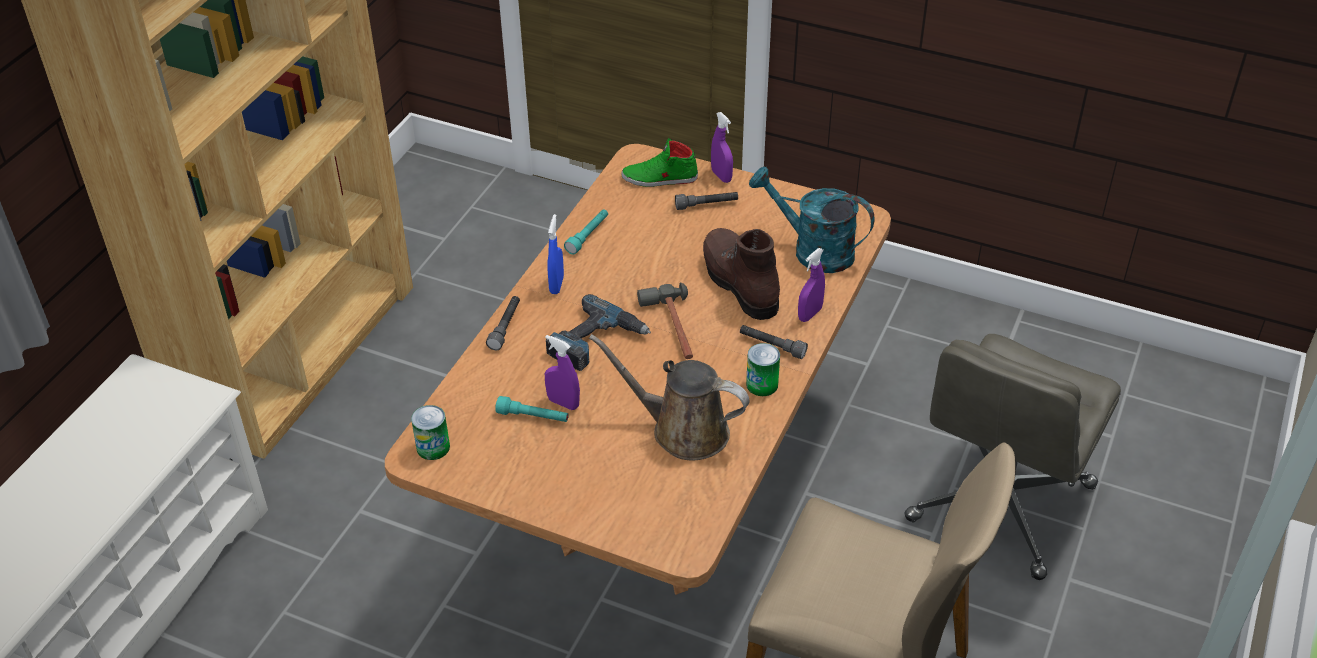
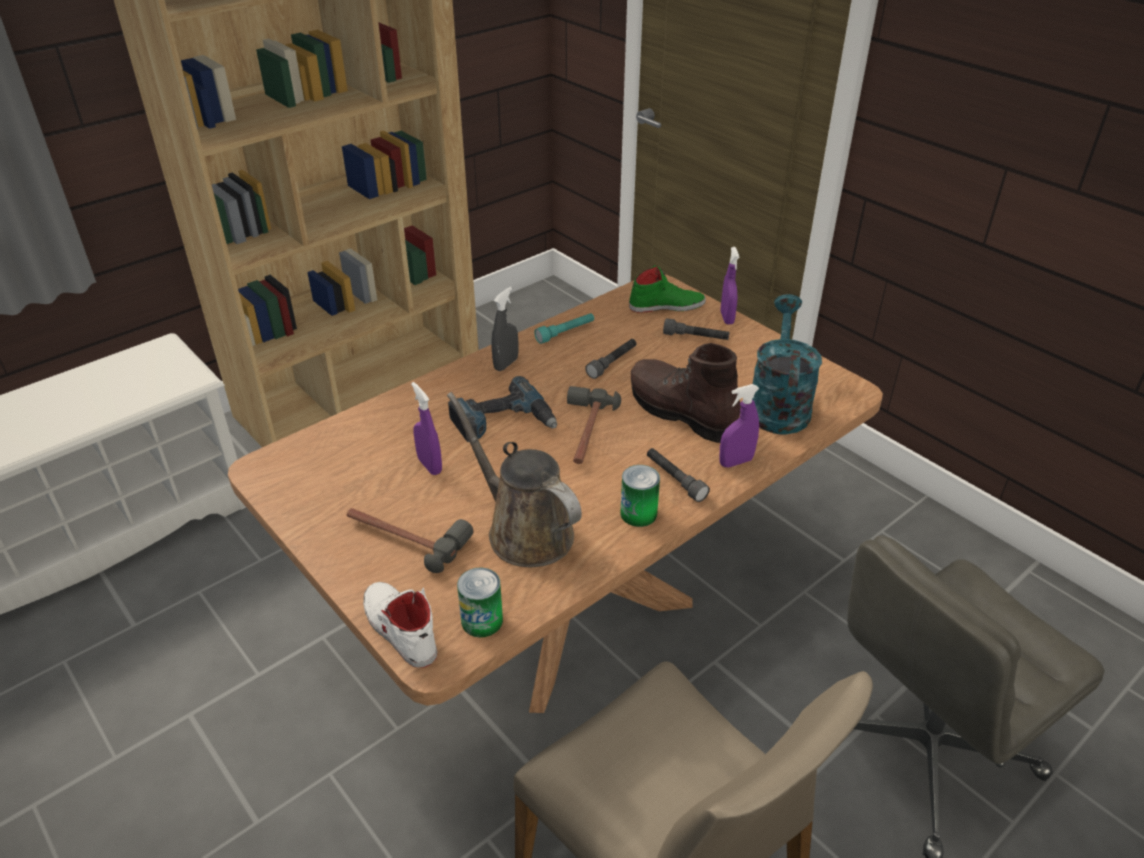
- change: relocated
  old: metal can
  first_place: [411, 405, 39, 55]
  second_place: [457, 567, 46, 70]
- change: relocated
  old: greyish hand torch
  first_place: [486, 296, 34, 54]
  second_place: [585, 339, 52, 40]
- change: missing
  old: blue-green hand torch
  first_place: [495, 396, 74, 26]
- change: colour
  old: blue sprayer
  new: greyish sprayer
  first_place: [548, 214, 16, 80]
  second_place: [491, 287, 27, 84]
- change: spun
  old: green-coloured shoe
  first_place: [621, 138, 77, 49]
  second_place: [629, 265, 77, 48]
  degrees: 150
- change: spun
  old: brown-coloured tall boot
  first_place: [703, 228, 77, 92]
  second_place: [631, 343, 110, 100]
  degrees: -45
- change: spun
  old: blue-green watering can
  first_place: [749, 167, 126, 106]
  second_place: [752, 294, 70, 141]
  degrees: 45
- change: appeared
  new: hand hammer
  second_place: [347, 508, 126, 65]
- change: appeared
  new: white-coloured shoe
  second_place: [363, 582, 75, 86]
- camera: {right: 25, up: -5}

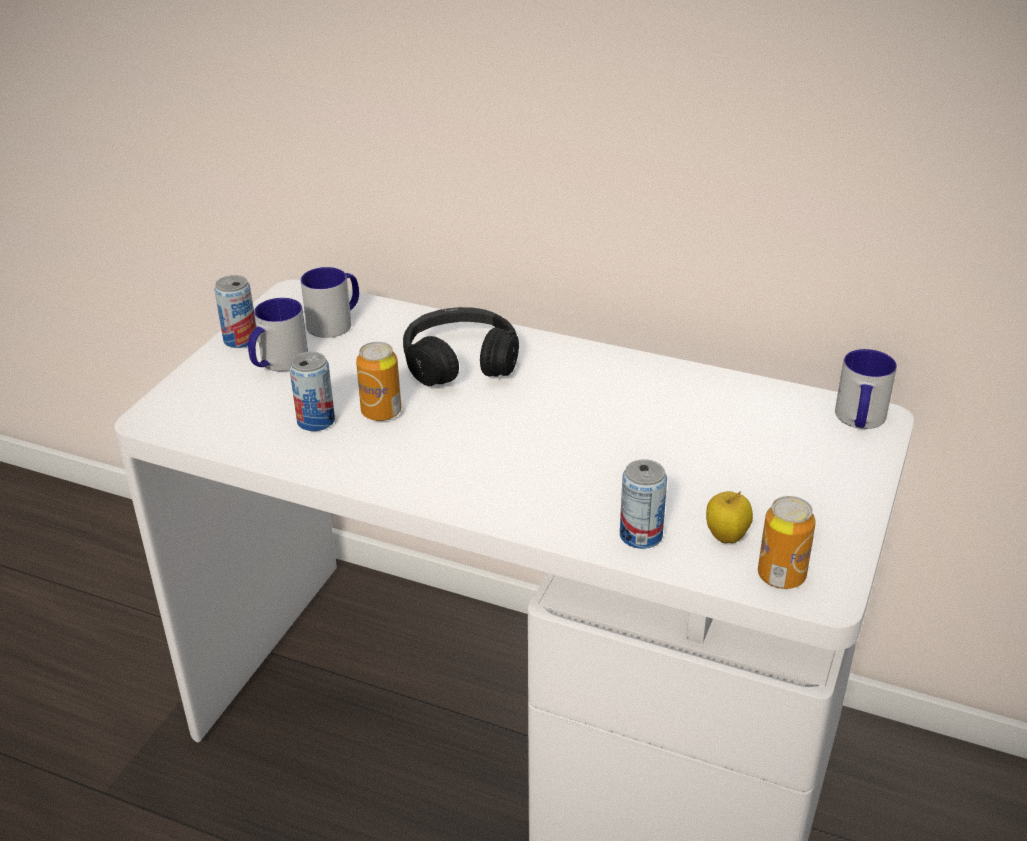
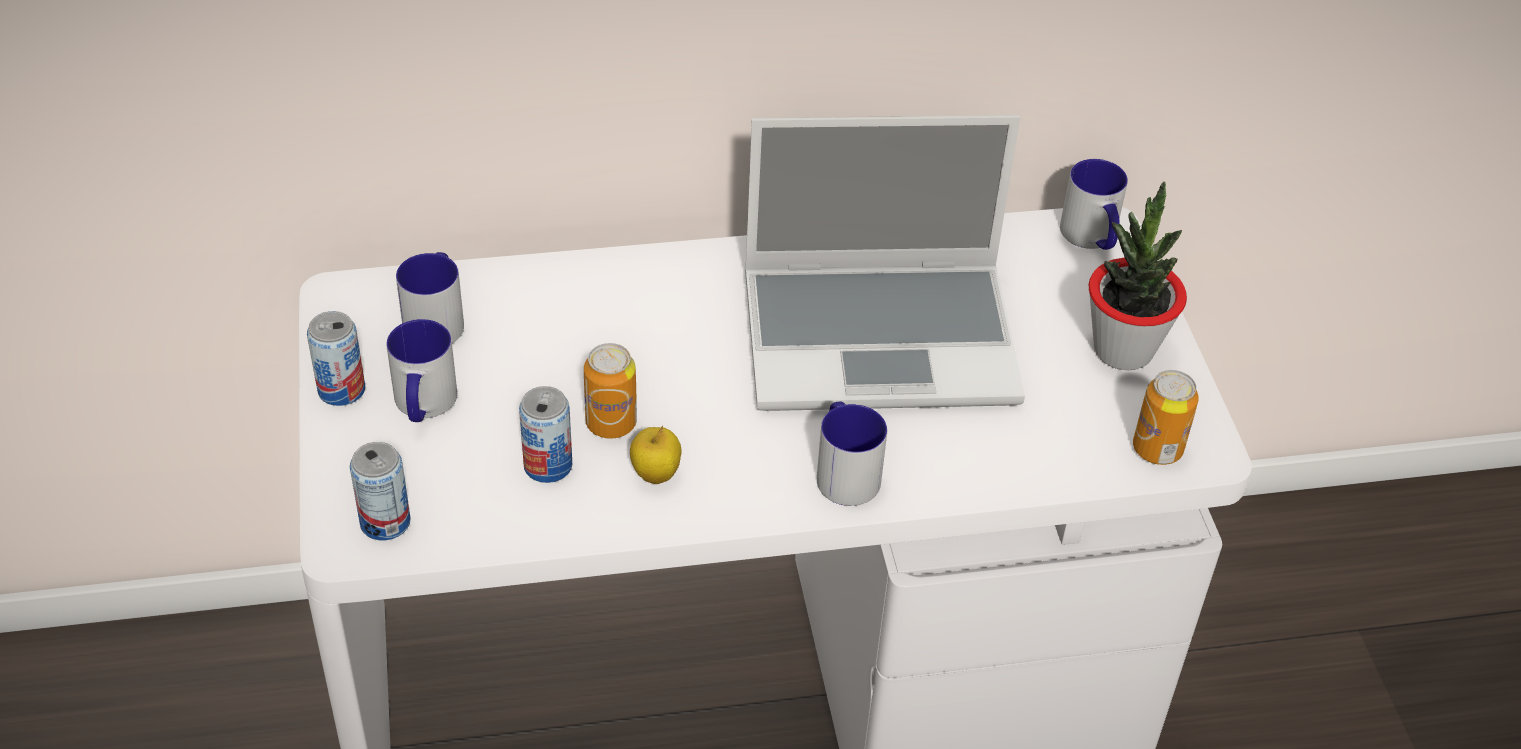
- change: missing
  old: blackish headphones
  first_place: [403, 307, 116, 79]
- change: relocated
  old: metal can
  first_place: [620, 459, 47, 90]
  second_place: [350, 442, 61, 98]
- change: relocated
  old: whole apple
  first_place: [706, 491, 47, 52]
  second_place: [630, 426, 52, 58]
- change: appeared
  new: laptop
  second_place: [745, 115, 280, 296]
- change: appeared
  new: tea mug
  second_place: [817, 402, 70, 104]
- change: appeared
  new: potted plant
  second_place: [1089, 181, 98, 189]
- camera: {right: -35, up: 10}

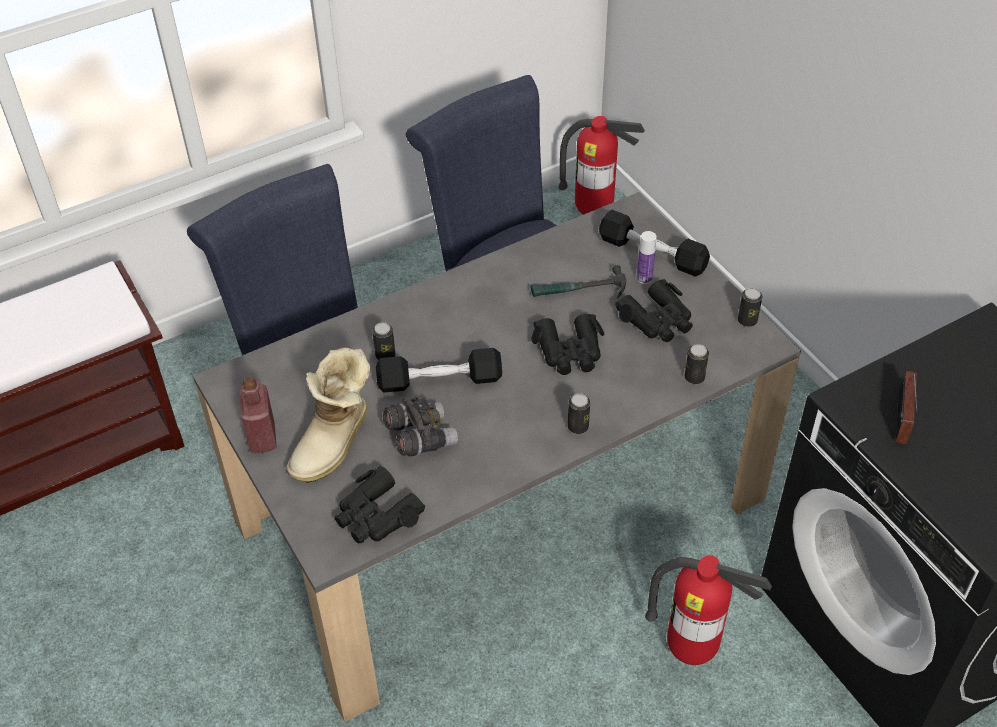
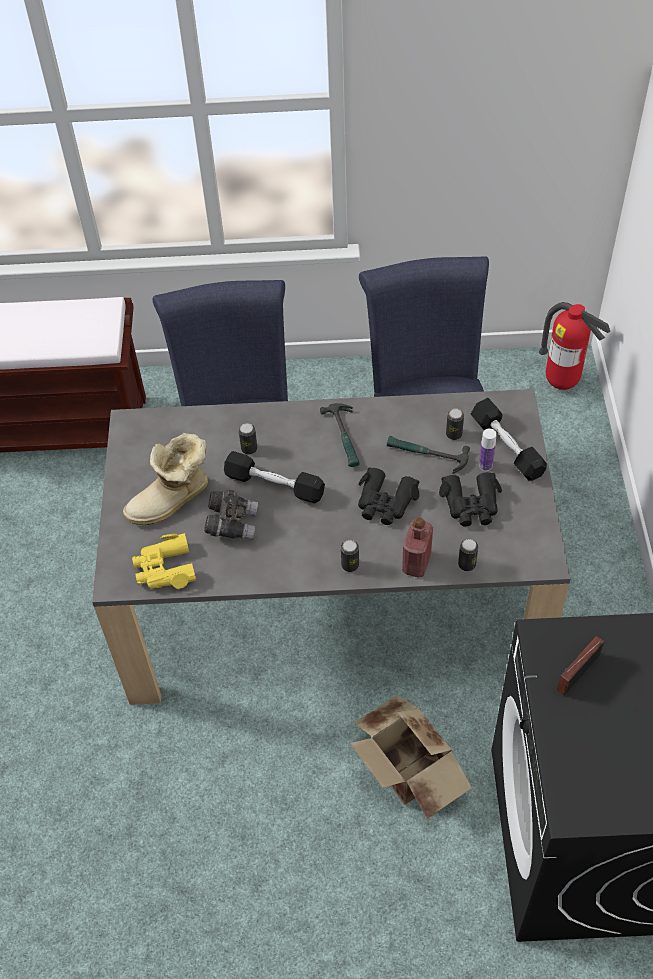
- change: relocated
  old: reddish bottle
  first_place: [239, 376, 38, 77]
  second_place: [402, 517, 31, 60]
- change: colour
  old: blackish pair of binoculars
  new: yellow-coloured pair of binoculars
  first_place: [334, 466, 91, 77]
  second_place: [132, 533, 64, 56]
- change: exchanged
  old: fire extinguisher
  new: carton
  first_place: [645, 555, 127, 110]
  second_place: [350, 695, 122, 124]
- change: relocated
  old: metal can
  first_place: [738, 288, 24, 39]
  second_place: [446, 408, 18, 32]
- change: appeared
  new: hand hammer
  second_place: [320, 403, 40, 64]
- camera: {right: 30, up: 5}

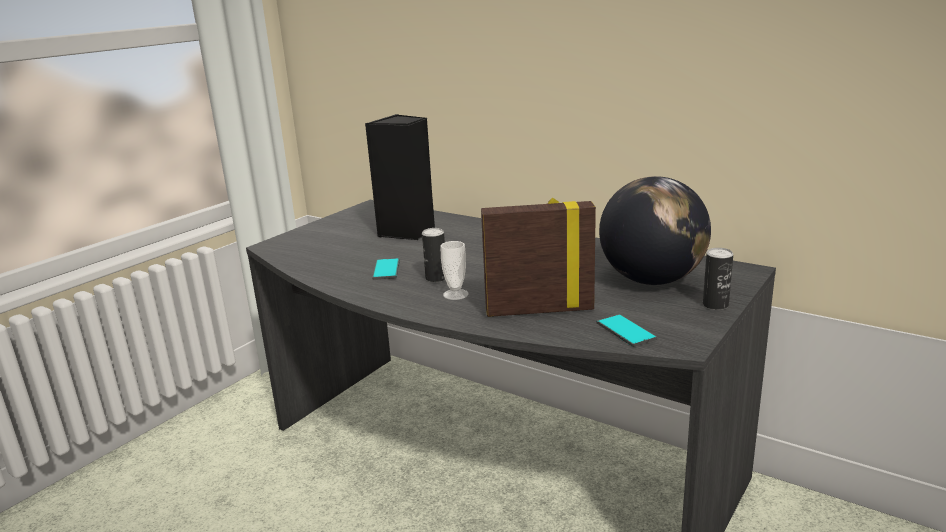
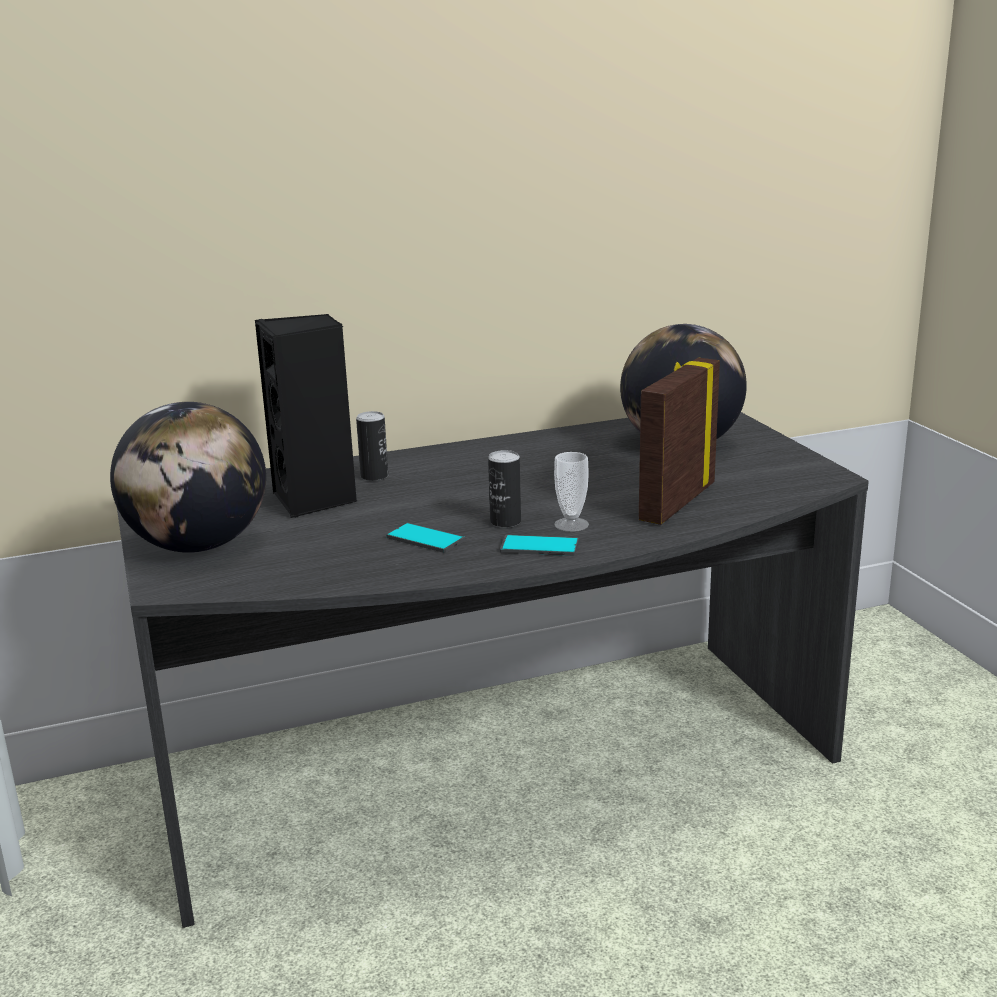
- change: relocated
  old: phone
  first_place: [597, 314, 60, 33]
  second_place: [500, 535, 79, 21]
- change: relocated
  old: metal can
  first_place: [703, 248, 30, 62]
  second_place: [356, 411, 32, 70]
- change: appeared
  new: globe
  second_place: [110, 402, 156, 151]
- camera: {right: -55, up: 0}

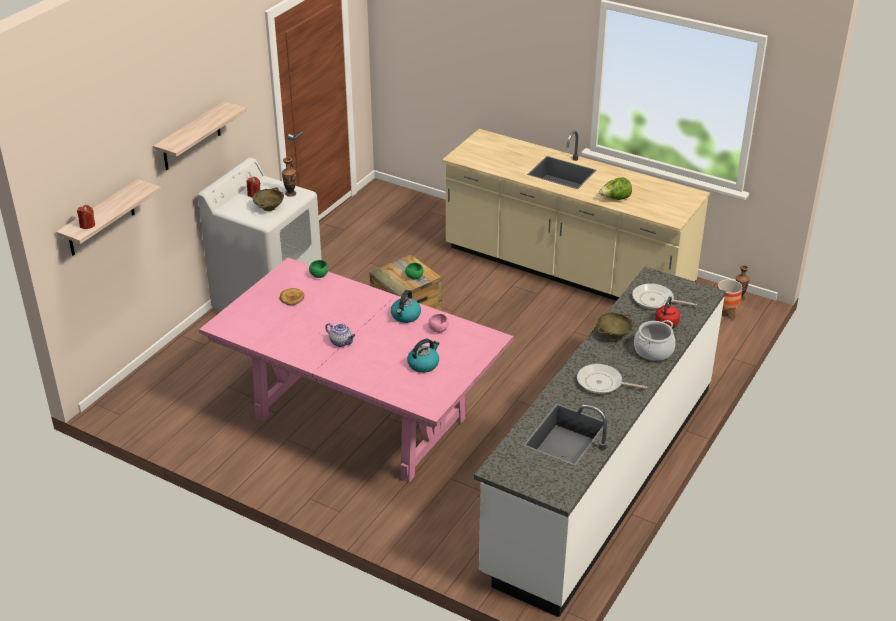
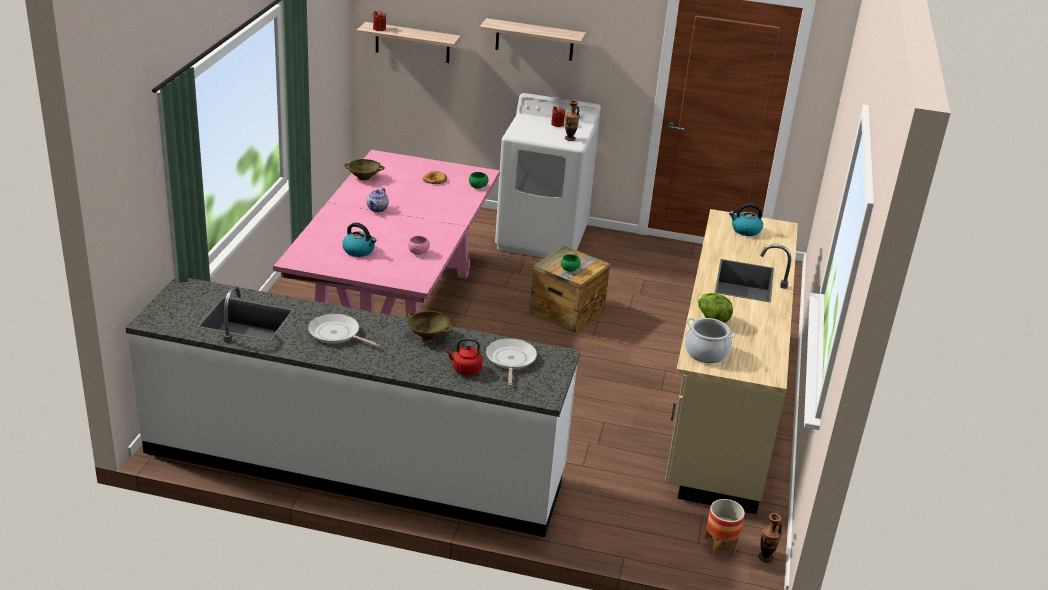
- change: relocated
  old: beige serving bowl
  first_place: [252, 187, 32, 24]
  second_place: [344, 159, 41, 22]
- change: relocated
  old: tea kettle
  first_place: [391, 290, 30, 33]
  second_place: [729, 203, 34, 33]
- change: spun
  old: skillet
  first_place: [577, 364, 71, 30]
  second_place: [308, 313, 71, 33]
  degrees: -60
- change: relocated
  old: cooking pot
  first_place: [634, 320, 41, 41]
  second_place: [685, 318, 51, 45]
- camera: {right: 70, up: -5}

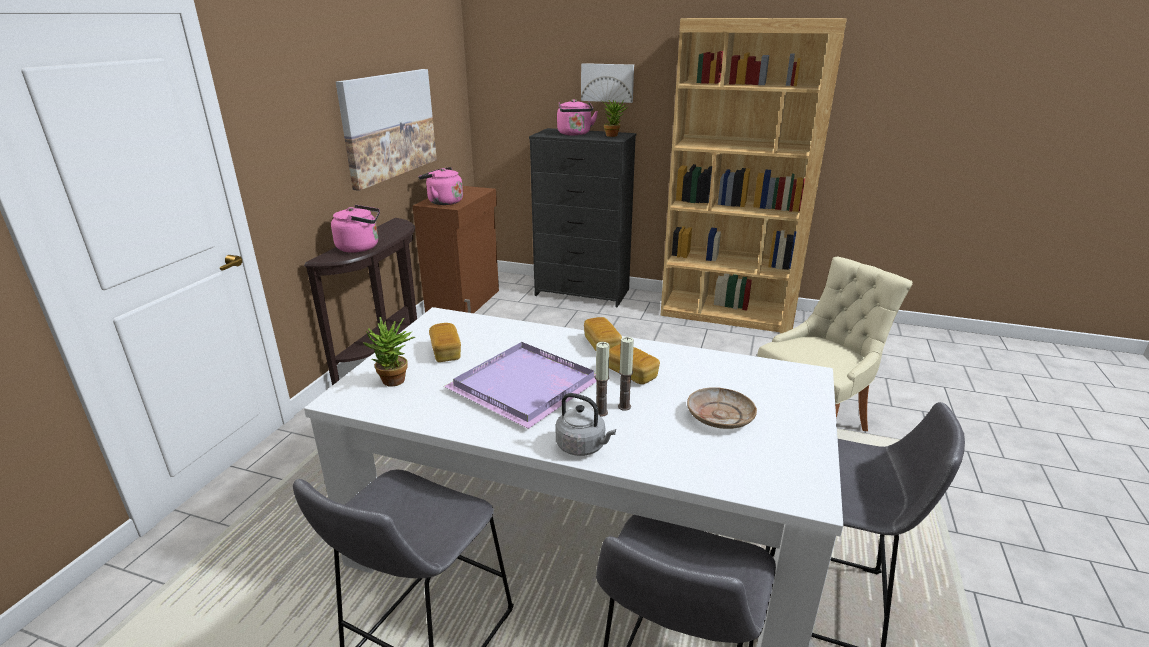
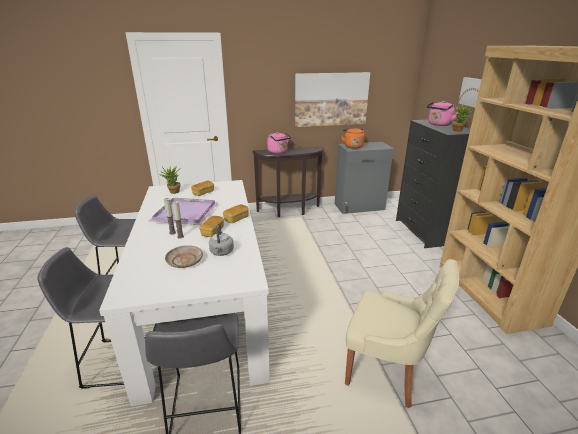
- change: colour
  old: brown-coloured storage cabinet
  new: greyish storage cabinet
  first_place: [413, 186, 86, 127]
  second_place: [335, 142, 59, 72]
- change: colour
  old: pink tea kettle
  new: orange-coloured tea kettle
  first_place: [418, 167, 45, 38]
  second_place: [341, 128, 24, 21]
- change: relocated
  old: greyish tea kettle
  first_place: [556, 393, 60, 63]
  second_place: [209, 224, 25, 32]
- camera: {right: 60, up: 0}

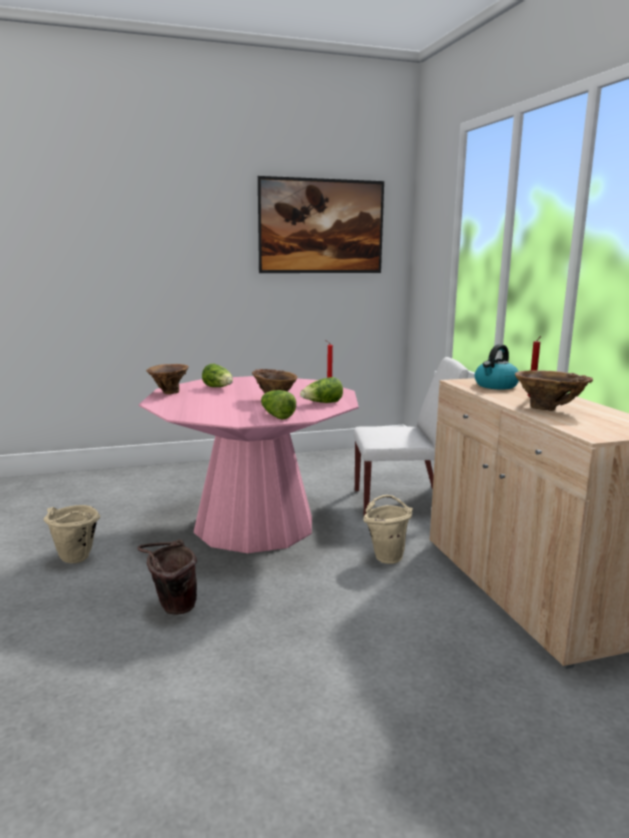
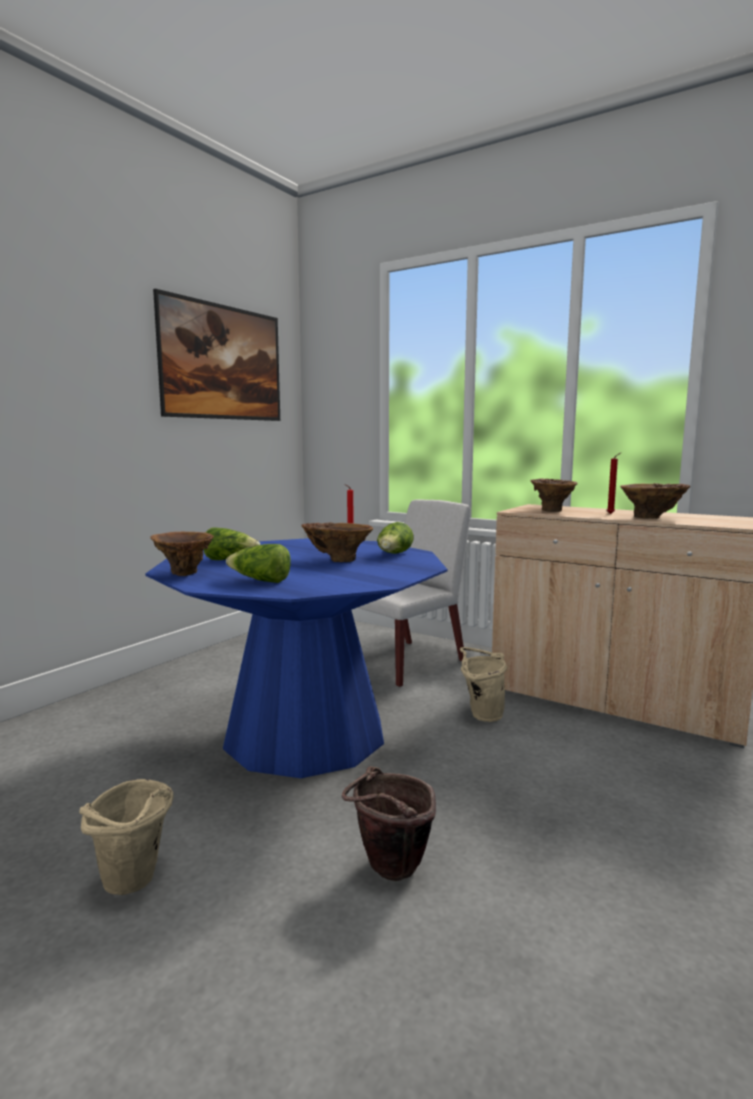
- change: colour
  old: pink dining table
  new: blue dining table
  first_place: [139, 376, 220, 177]
  second_place: [145, 538, 302, 240]
- change: relocated
  old: lettuce
  first_place: [261, 390, 35, 30]
  second_place: [226, 544, 65, 39]
- change: exchanged
  old: tea kettle
  new: brown-coloured decorative vase
  first_place: [475, 344, 44, 46]
  second_place: [530, 479, 47, 33]
- camera: {right: -40, up: -5}

